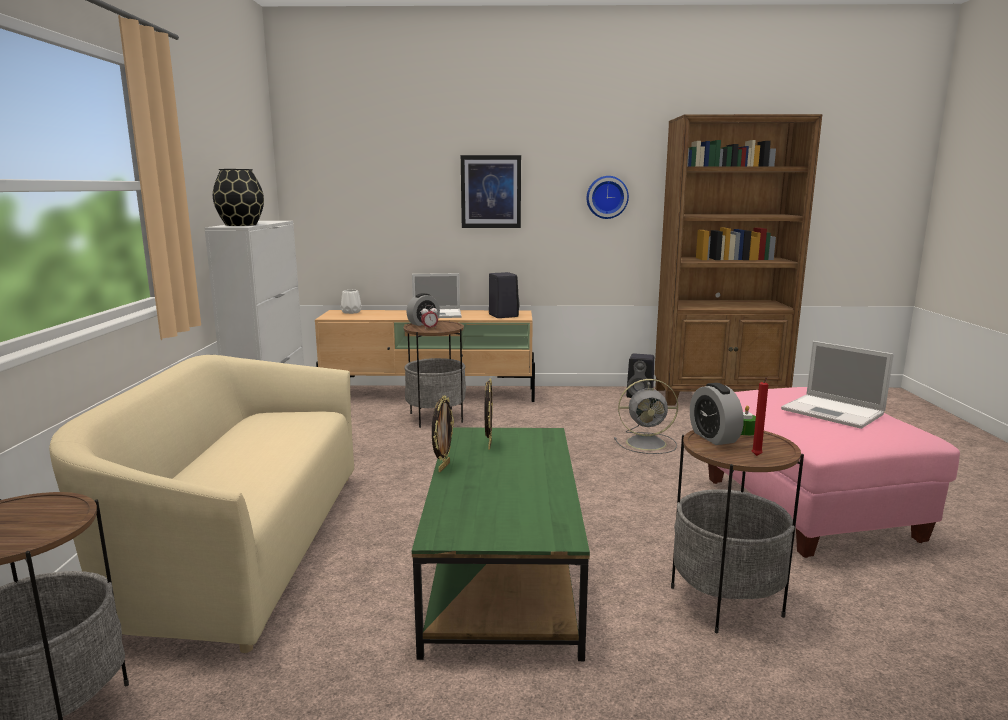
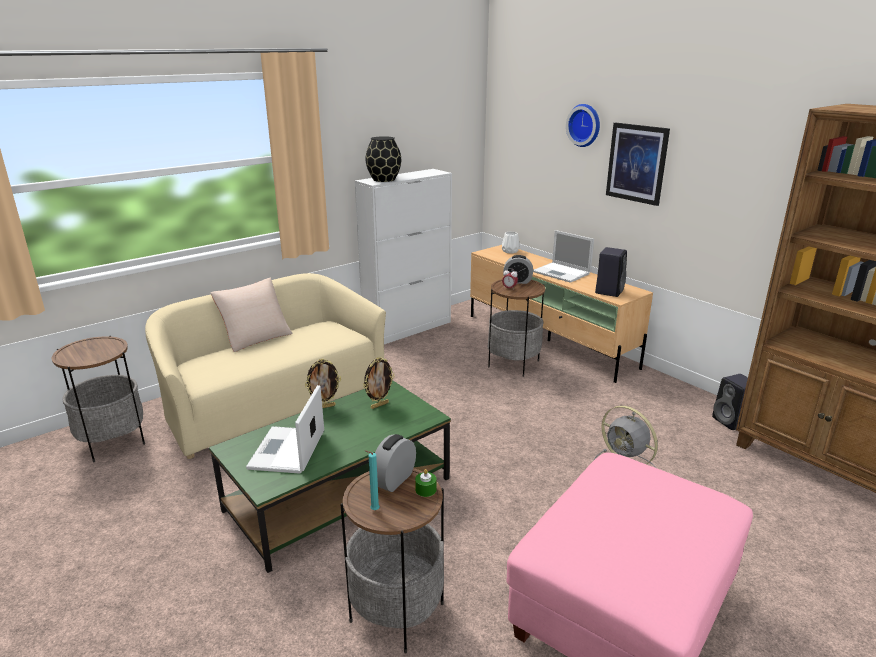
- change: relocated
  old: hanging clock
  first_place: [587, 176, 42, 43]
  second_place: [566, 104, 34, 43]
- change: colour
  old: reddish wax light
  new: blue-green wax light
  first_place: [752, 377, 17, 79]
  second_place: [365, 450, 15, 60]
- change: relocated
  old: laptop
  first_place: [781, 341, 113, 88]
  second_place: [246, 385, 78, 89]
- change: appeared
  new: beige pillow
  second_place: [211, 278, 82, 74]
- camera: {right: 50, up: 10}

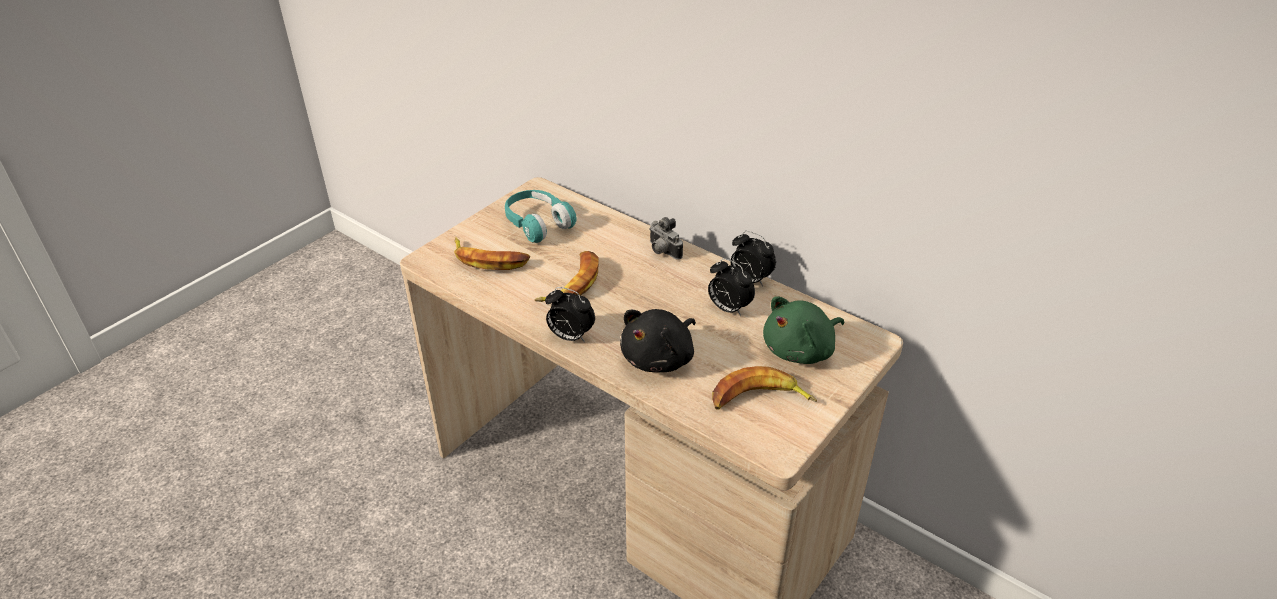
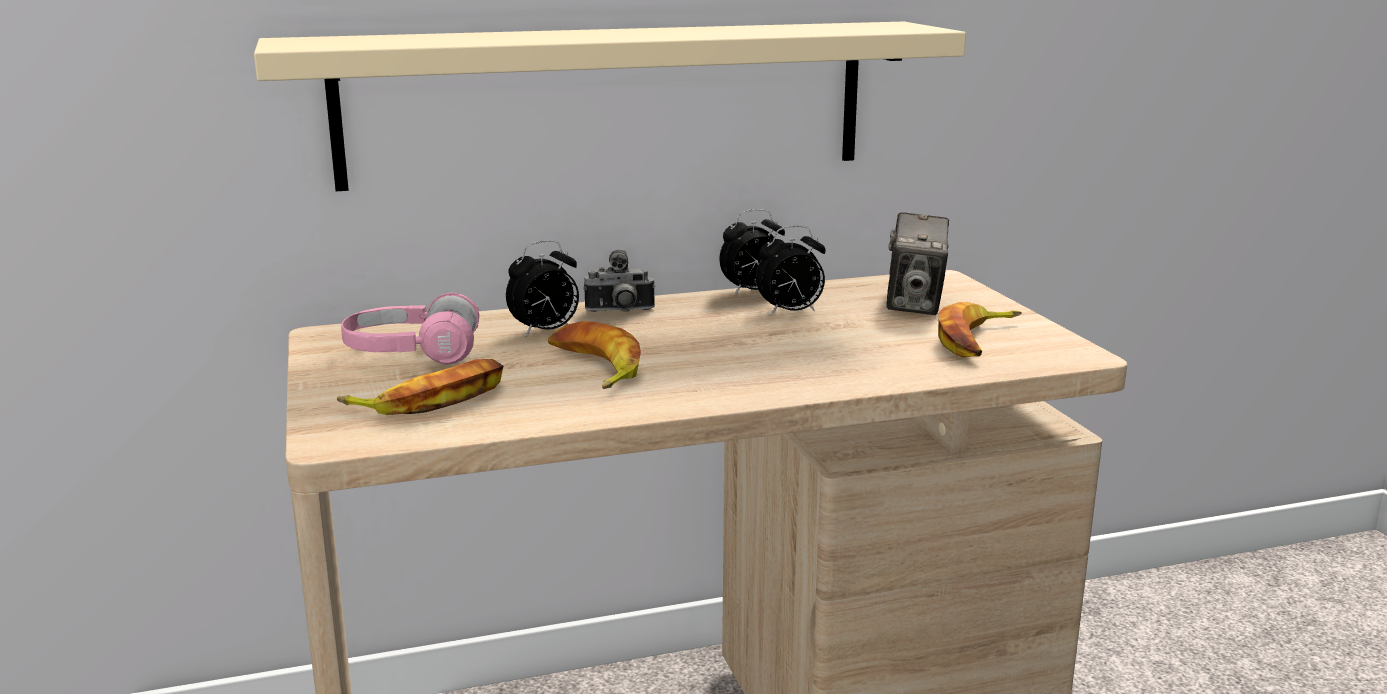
- change: colour
  old: blue-green headphones
  new: pink headphones
  first_place: [505, 190, 72, 53]
  second_place: [341, 293, 139, 72]
- change: relocated
  old: table clock
  first_place: [545, 287, 50, 55]
  second_place: [506, 240, 73, 97]
- change: missing
  old: blackish plush toy
  first_place: [620, 309, 76, 63]
- change: exchanged
  old: green-coloured plush toy
  new: photo camera
  first_place: [763, 296, 81, 68]
  second_place: [886, 212, 63, 103]
- change: appeared
  new: beige bracket shelf
  second_place: [254, 22, 712, 169]
- camera: {right: -55, up: -20}

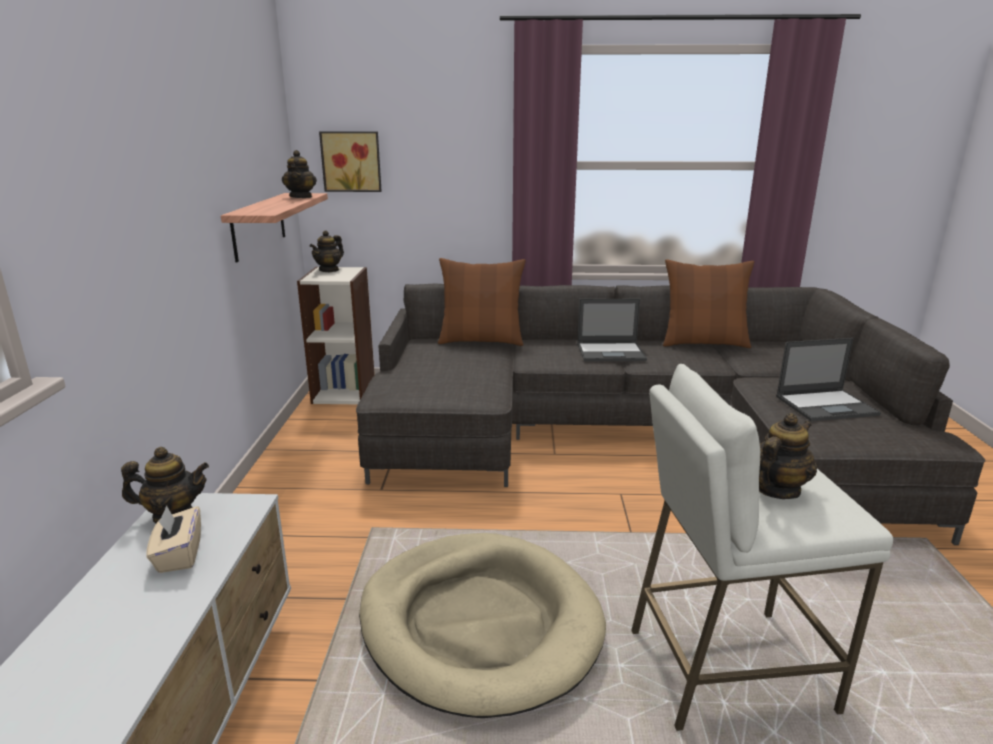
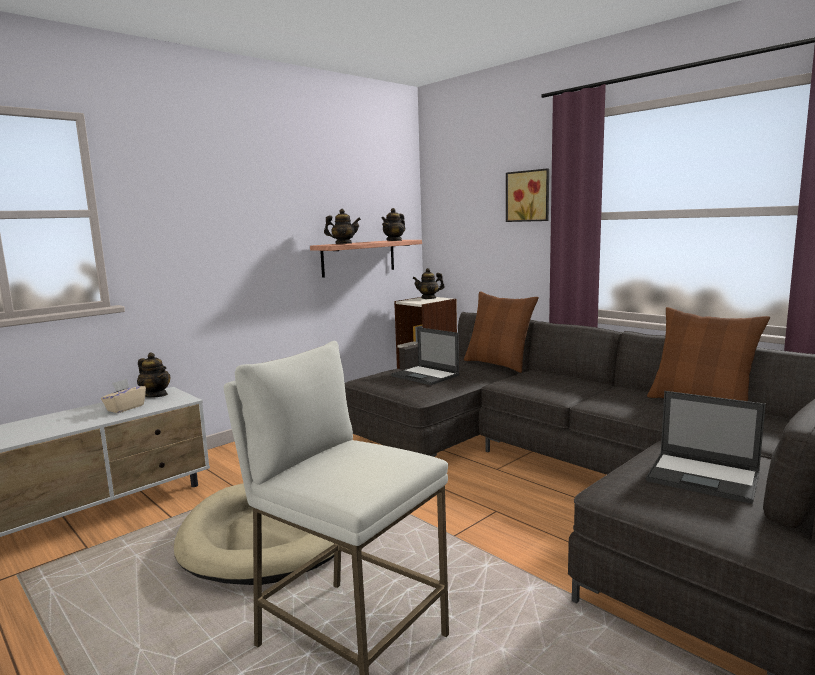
- change: relocated
  old: wall picture
  first_place: [319, 131, 63, 61]
  second_place: [506, 168, 43, 54]
- change: relocated
  old: laptop
  first_place: [577, 299, 70, 62]
  second_place: [391, 327, 69, 58]
- change: relocated
  old: pot for tea
  first_place: [759, 413, 58, 86]
  second_place: [324, 209, 37, 35]
- camera: {right: 45, up: -10}

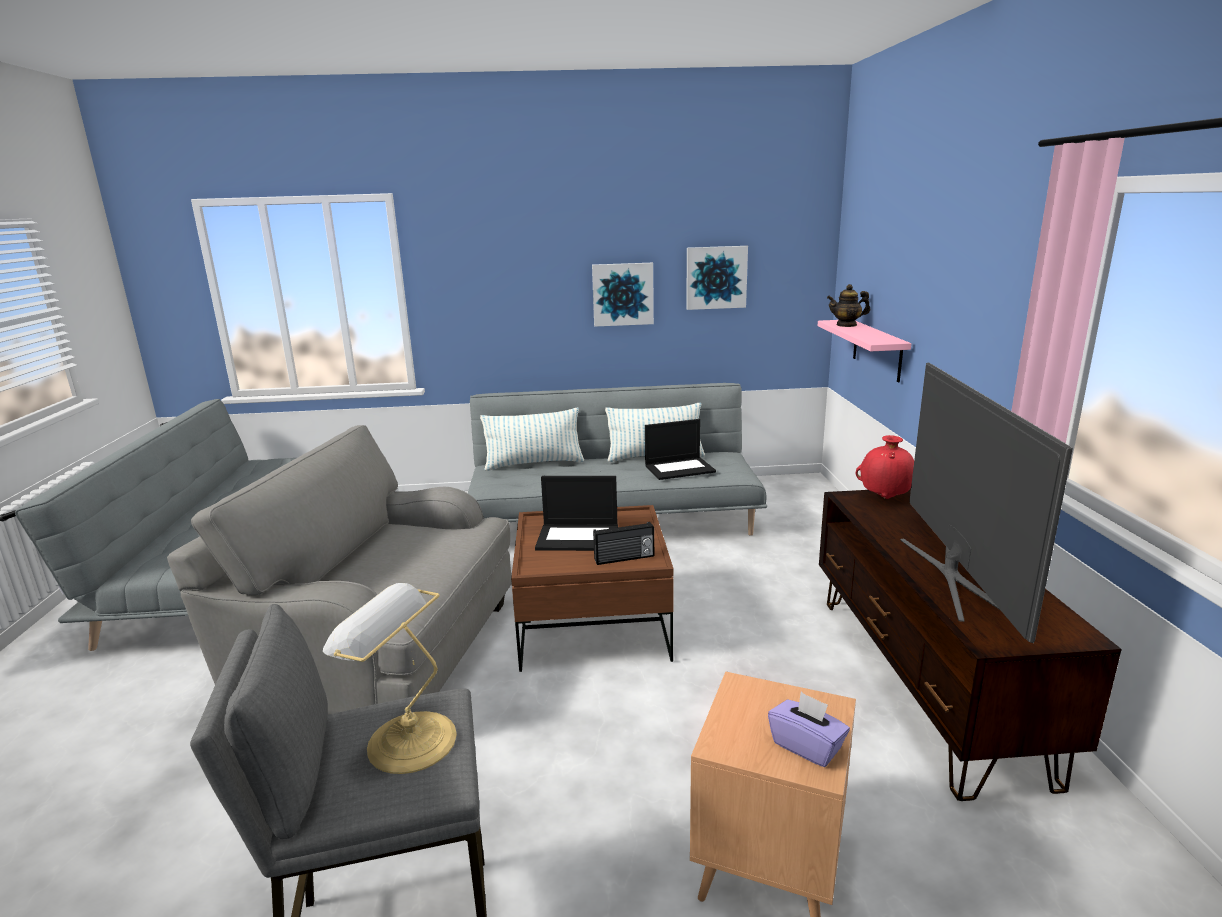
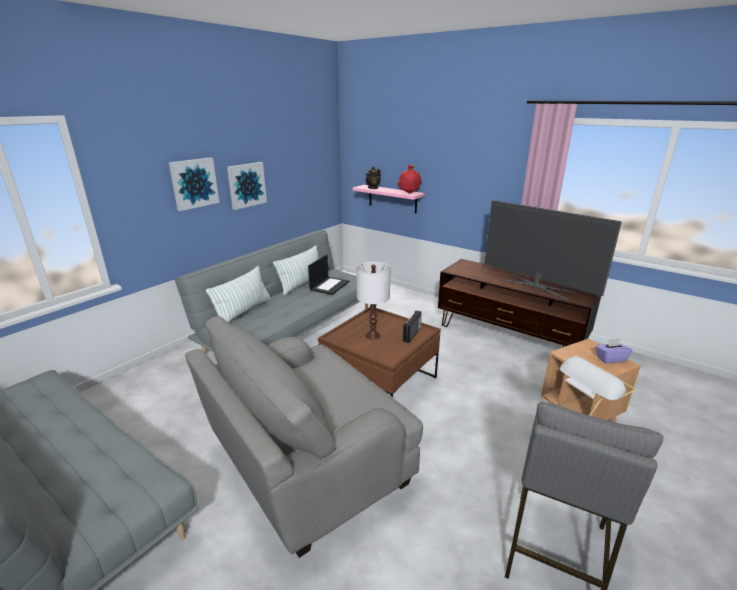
- change: exchanged
  old: laptop
  new: white-coloured table lamp
  first_place: [535, 476, 83, 75]
  second_place: [356, 262, 35, 78]
- change: relocated
  old: wall picture
  first_place: [686, 246, 62, 64]
  second_place: [169, 158, 50, 53]
- change: relocated
  old: reddish decorative vase
  first_place: [856, 435, 58, 64]
  second_place: [398, 165, 24, 29]
- camera: {right: -50, up: 5}

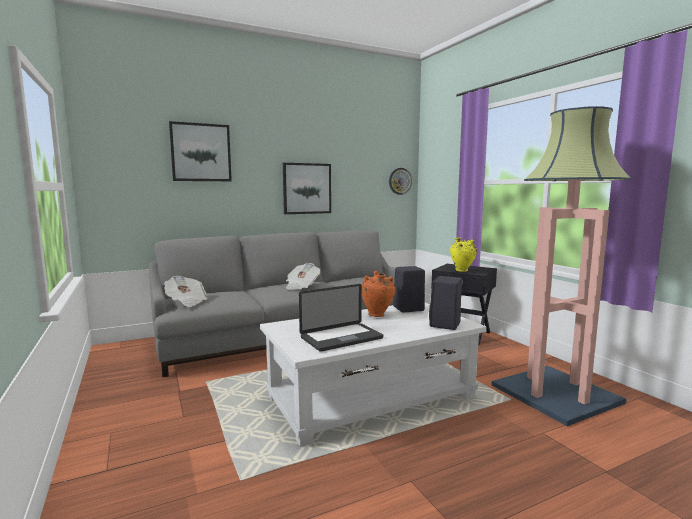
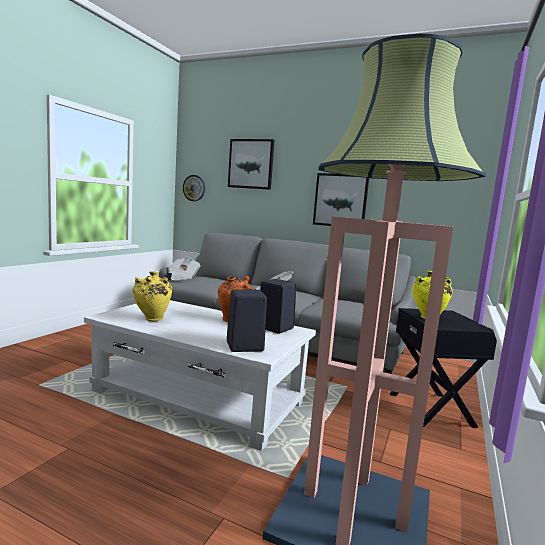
- change: exchanged
  old: laptop
  new: yellow-coloured decorative vase
  first_place: [299, 284, 84, 68]
  second_place: [132, 271, 40, 51]
- change: relocated
  old: hanging clock
  first_place: [389, 168, 23, 27]
  second_place: [183, 175, 22, 26]
- camera: {right: 50, up: 0}

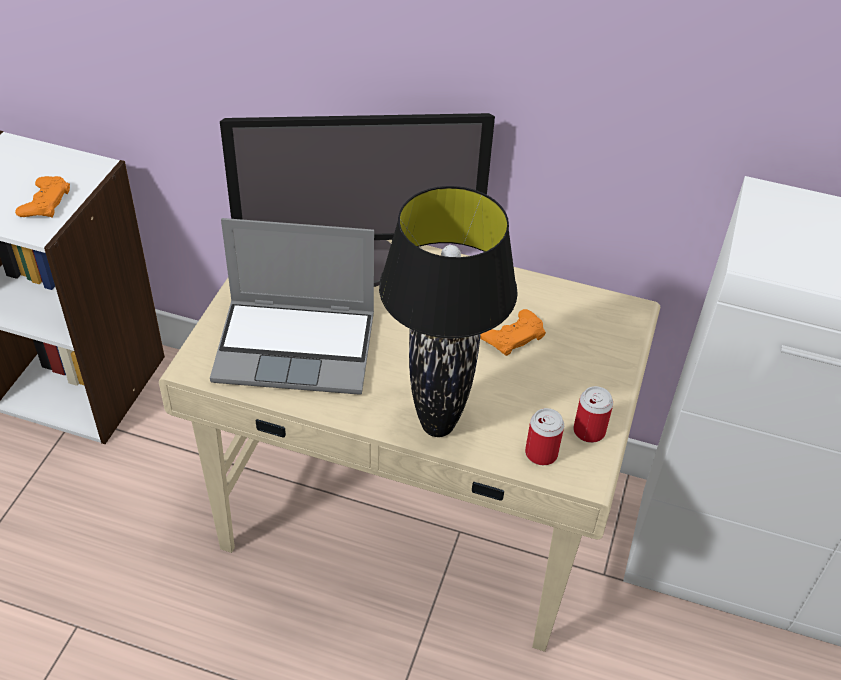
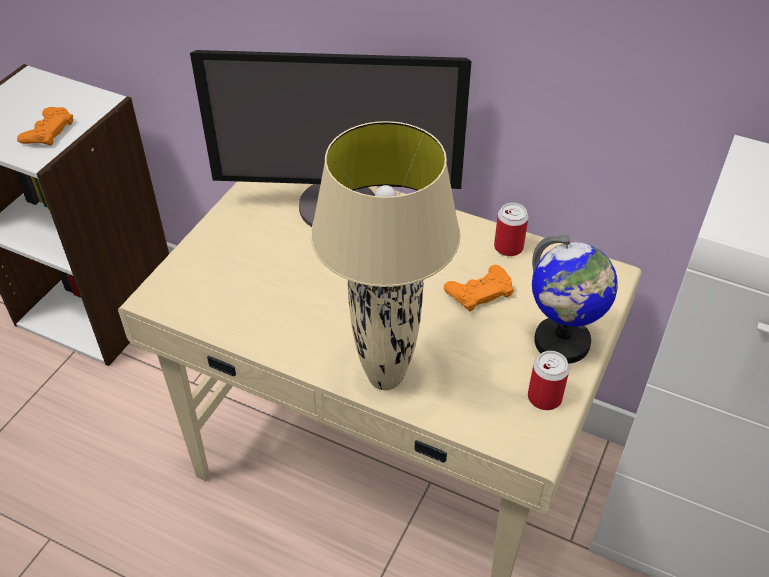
- change: missing
  old: laptop
  first_place: [210, 218, 164, 176]
- change: colour
  old: blackish table lamp
  new: beige table lamp
  first_place: [379, 186, 139, 251]
  second_place: [311, 121, 150, 269]
- change: relocated
  old: metal can
  first_place: [525, 408, 39, 57]
  second_place: [494, 203, 35, 53]
- change: appeared
  new: globe
  second_place: [532, 234, 86, 130]
- camera: {right: 10, up: 0}

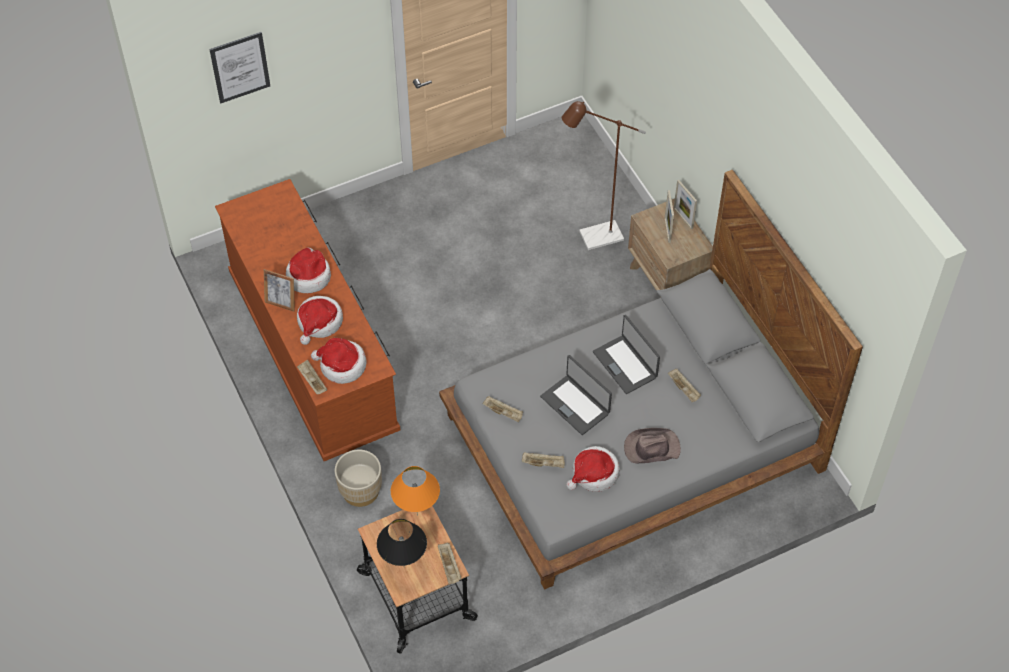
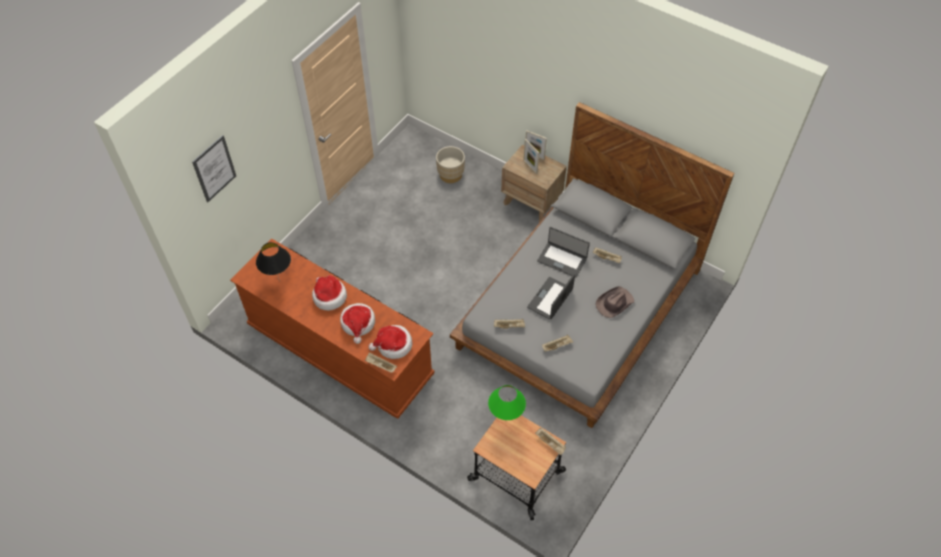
- change: missing
  old: picture frame
  first_place: [264, 269, 31, 43]
- change: relocated
  old: beige plant pot
  first_place: [335, 450, 47, 57]
  second_place: [436, 146, 29, 37]
- change: relocated
  old: blackish table lamp
  first_place: [377, 519, 50, 49]
  second_place: [256, 242, 35, 40]
- change: colour
  old: orange-coloured table lamp
  new: green-coloured table lamp
  first_place: [391, 466, 49, 50]
  second_place: [488, 385, 38, 35]
- change: spun
  old: laptop
  first_place: [540, 355, 72, 80]
  second_place: [527, 273, 48, 47]
  degrees: 105
- change: missing
  old: brown-coloured standard lamp
  first_place: [562, 101, 84, 149]
- change: missing
  old: clothing hat
  first_place: [566, 446, 54, 46]
- camera: {right: -30, up: 0}

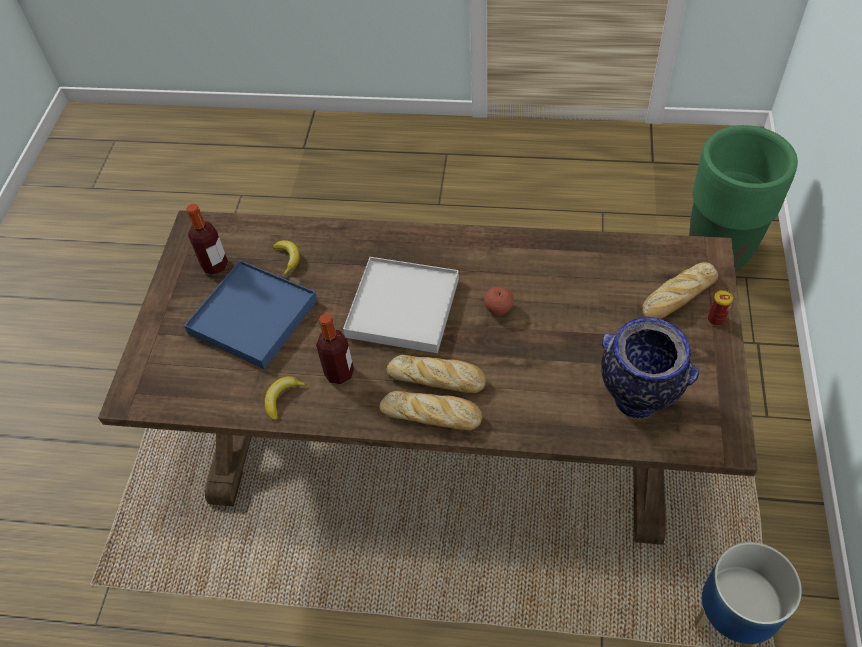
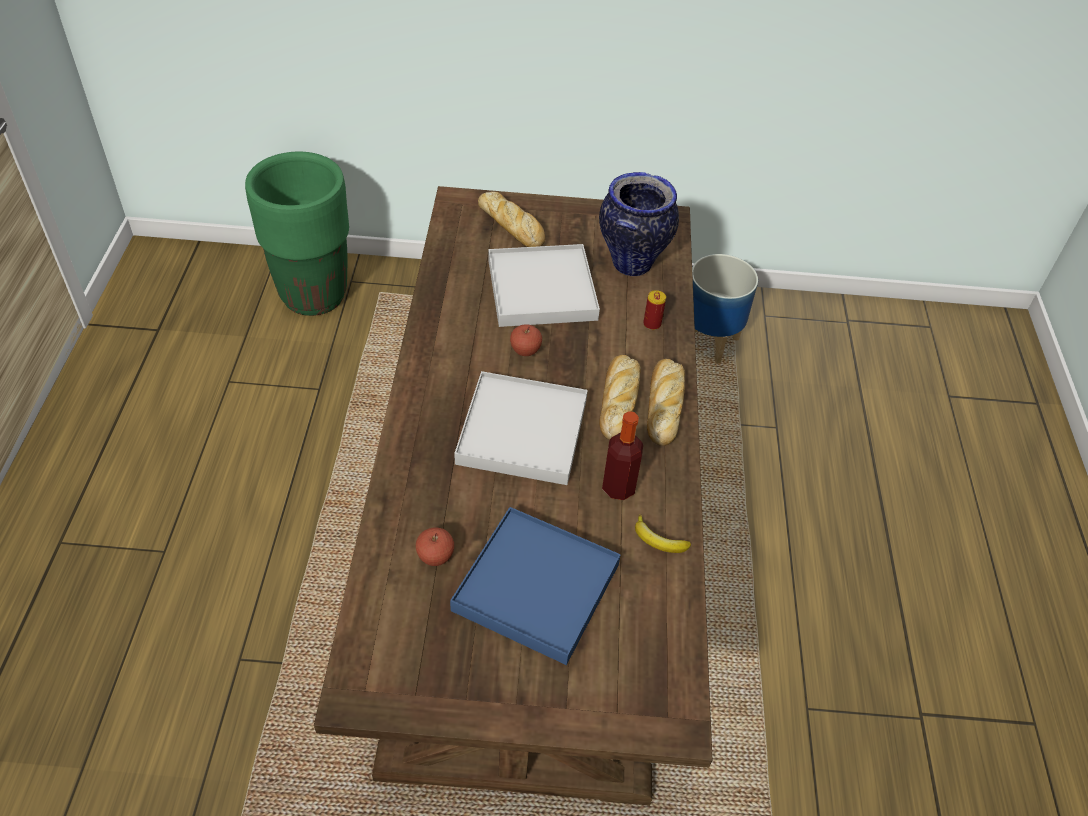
- change: missing
  old: bottle
  first_place: [186, 204, 42, 71]
- change: exchanged
  old: whole banana
  new: whole apple
  first_place: [273, 240, 27, 37]
  second_place: [416, 527, 38, 39]
- change: relocated
  old: metal can
  first_place: [708, 290, 25, 36]
  second_place: [643, 290, 23, 40]
- change: appeared
  new: white-coloured carrying tray
  second_place: [488, 244, 112, 83]
- camera: {right: -100, up: -5}

